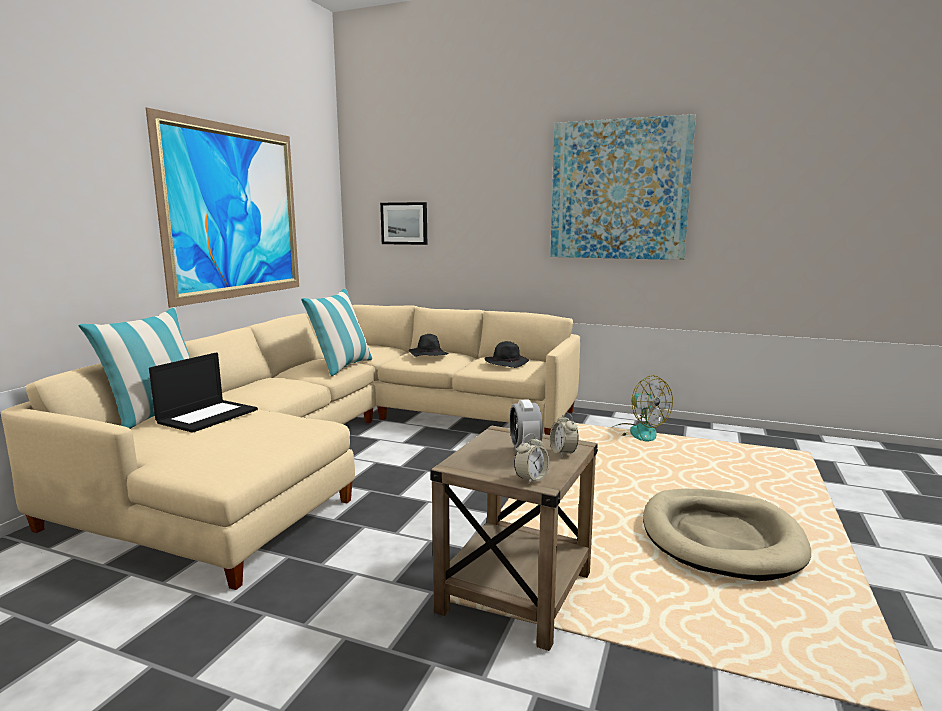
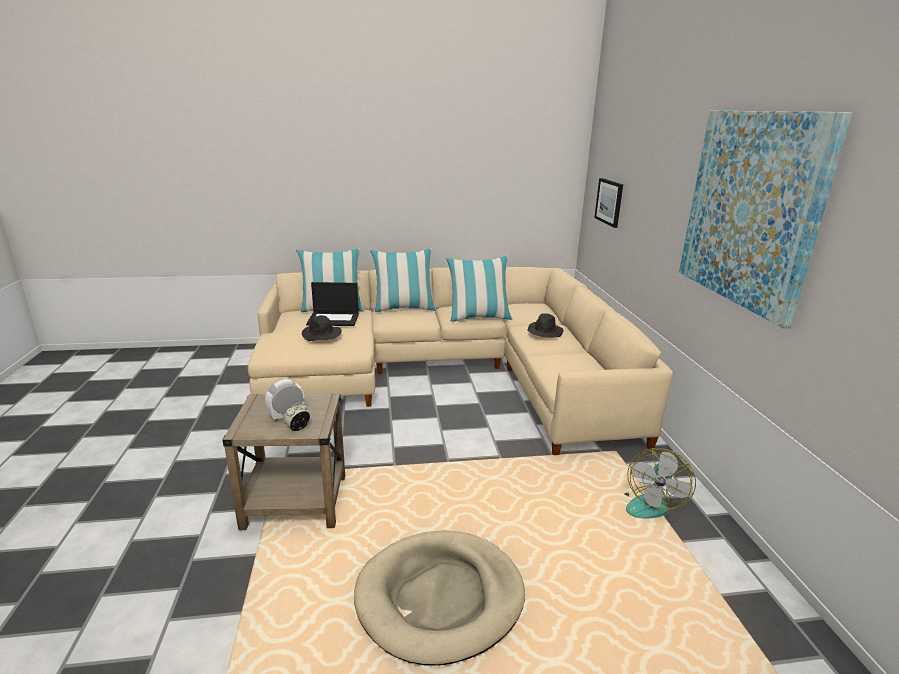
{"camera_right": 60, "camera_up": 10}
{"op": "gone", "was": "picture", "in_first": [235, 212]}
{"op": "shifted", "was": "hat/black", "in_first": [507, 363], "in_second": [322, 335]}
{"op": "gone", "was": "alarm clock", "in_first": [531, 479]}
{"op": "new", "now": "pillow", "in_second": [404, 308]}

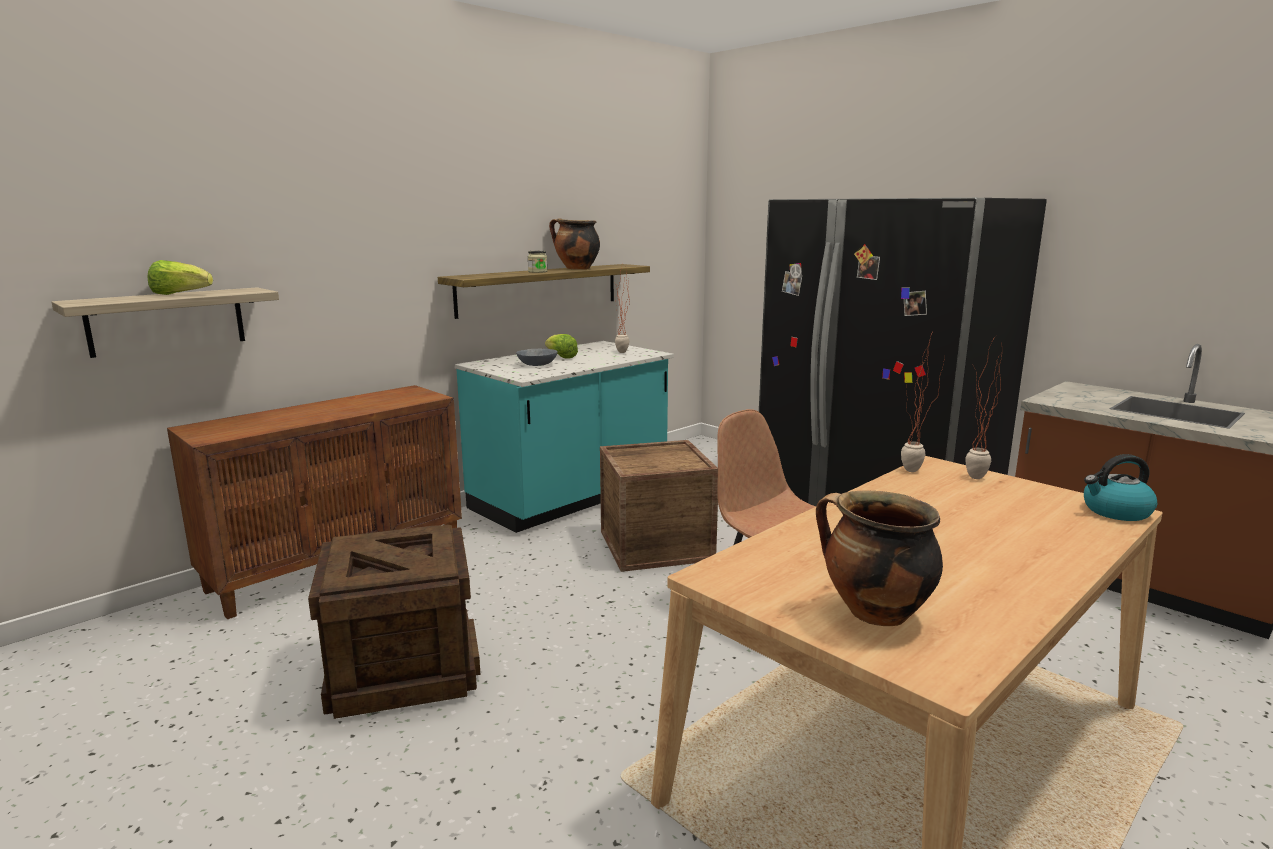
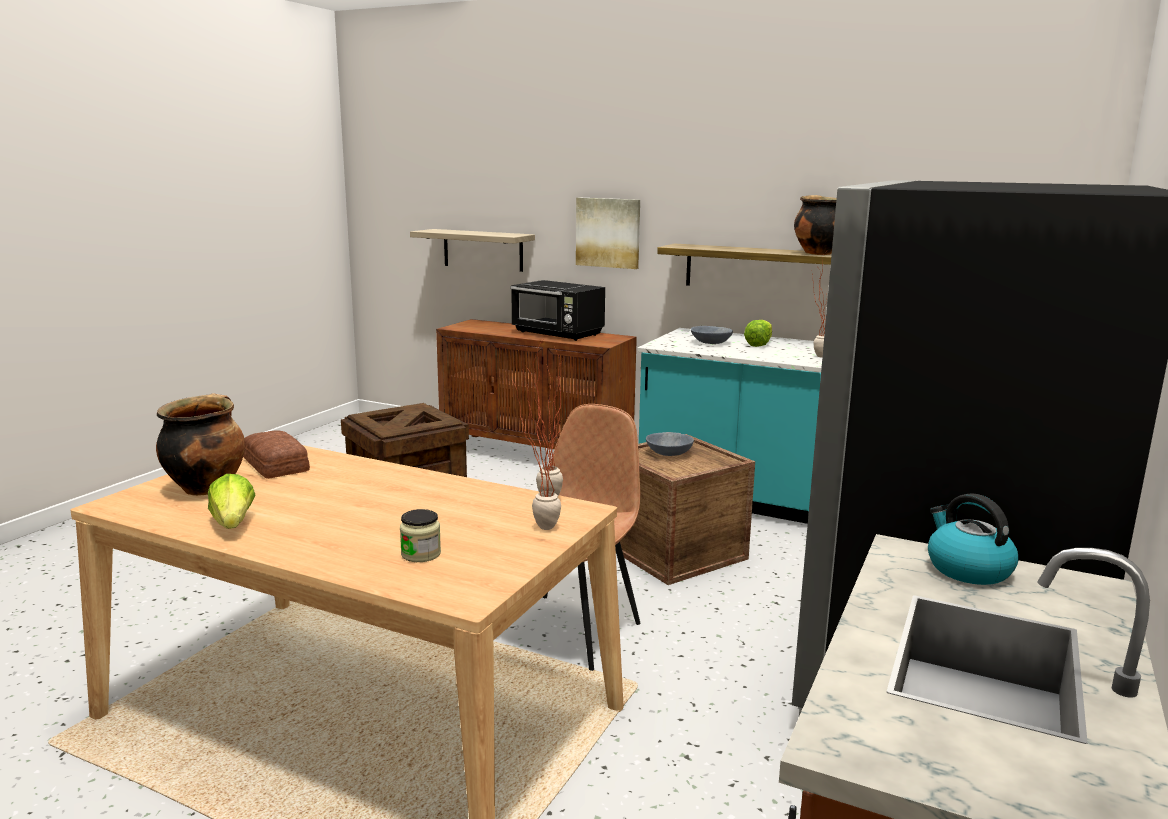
{"camera_right": 70, "camera_up": 0}
{"op": "shifted", "was": "lettuce", "in_first": [180, 294], "in_second": [233, 524]}
{"op": "shifted", "was": "jar", "in_first": [537, 272], "in_second": [421, 554]}
{"op": "shifted", "was": "kettle", "in_first": [1115, 512], "in_second": [967, 569]}
{"op": "new", "now": "bread", "in_second": [274, 465]}
{"op": "new", "now": "microwave/black", "in_second": [558, 334]}
{"op": "new", "now": "picture", "in_second": [608, 232]}
{"op": "new", "now": "bowl/grey", "in_second": [668, 453]}

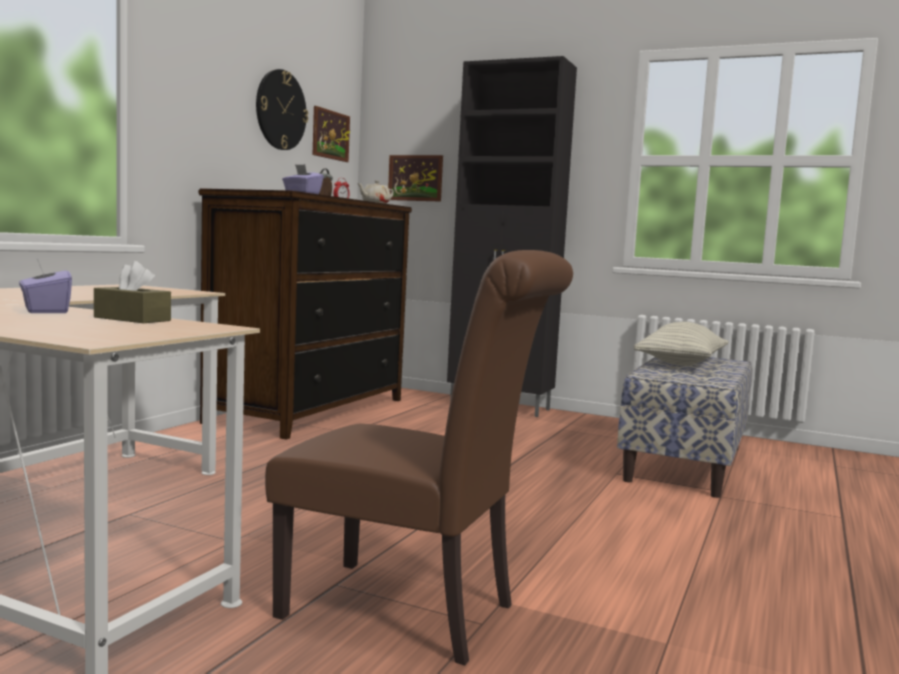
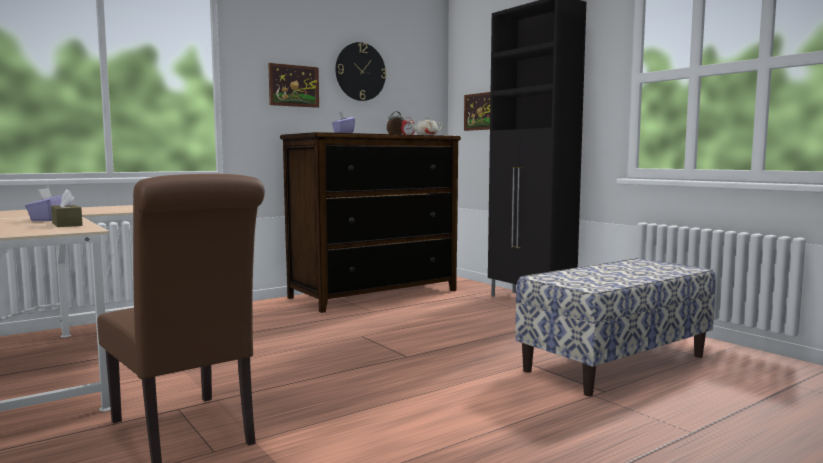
{"camera_right": 30, "camera_up": 0}
{"op": "shifted", "was": "picture", "in_first": [330, 135], "in_second": [294, 86]}
{"op": "gone", "was": "pillow", "in_first": [681, 363]}

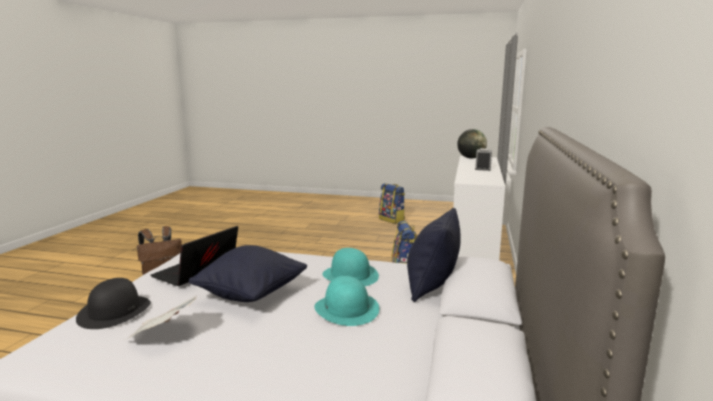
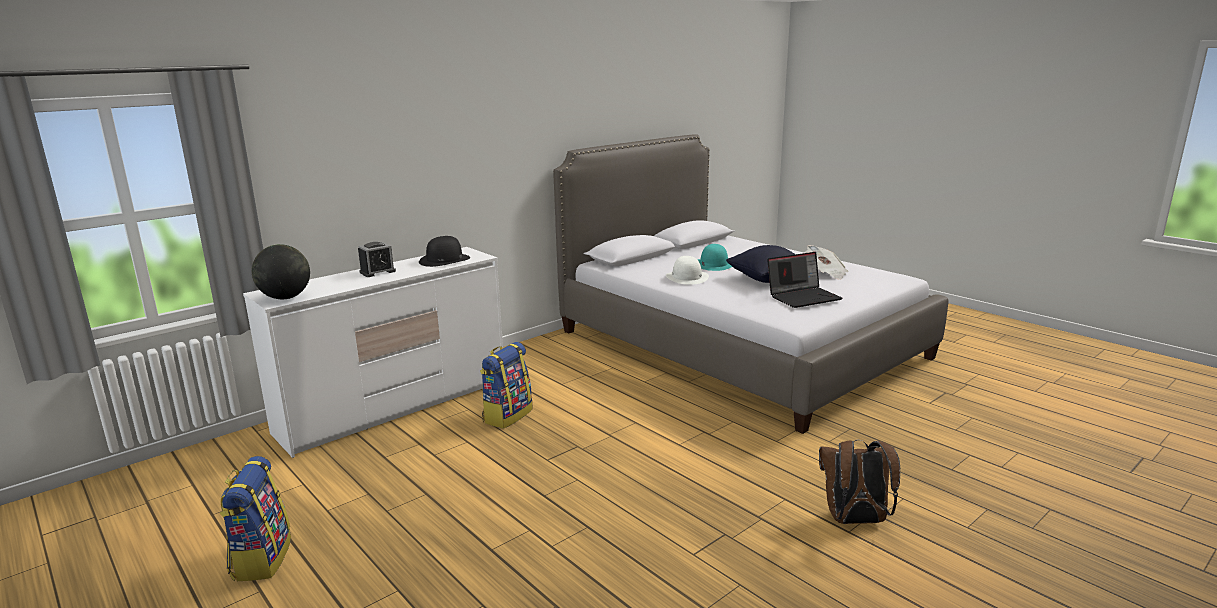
{"camera_right": -145, "camera_up": 5}
{"op": "shifted", "was": "hat/black", "in_first": [114, 311], "in_second": [444, 260]}
{"op": "repainted", "was": "hat/turquoise", "now": "hat/white", "in_first": [350, 275], "in_second": [687, 277]}
{"op": "gone", "was": "pillow/black", "in_first": [431, 286]}

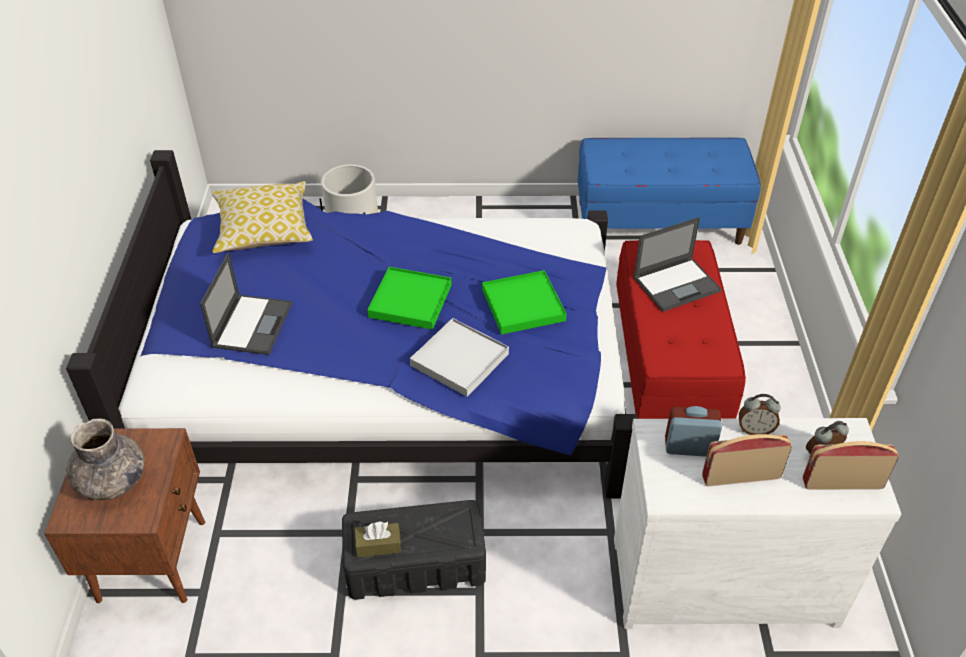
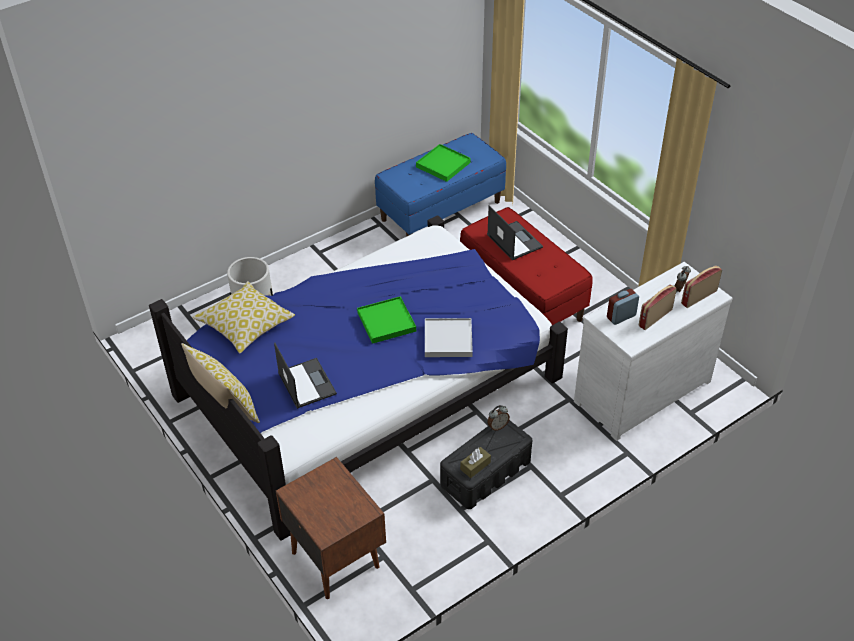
{"camera_right": -35, "camera_up": 0}
{"op": "gone", "was": "vase/grey", "in_first": [112, 481]}
{"op": "shifted", "was": "tray/green", "in_first": [523, 305], "in_second": [443, 165]}
{"op": "rotated", "was": "laptop", "in_first": [677, 284], "in_second": [514, 240], "clockwise": -60}
{"op": "shifted", "was": "alarm clock", "in_first": [754, 430], "in_second": [497, 426]}
{"op": "new", "now": "pillow", "in_second": [226, 407]}

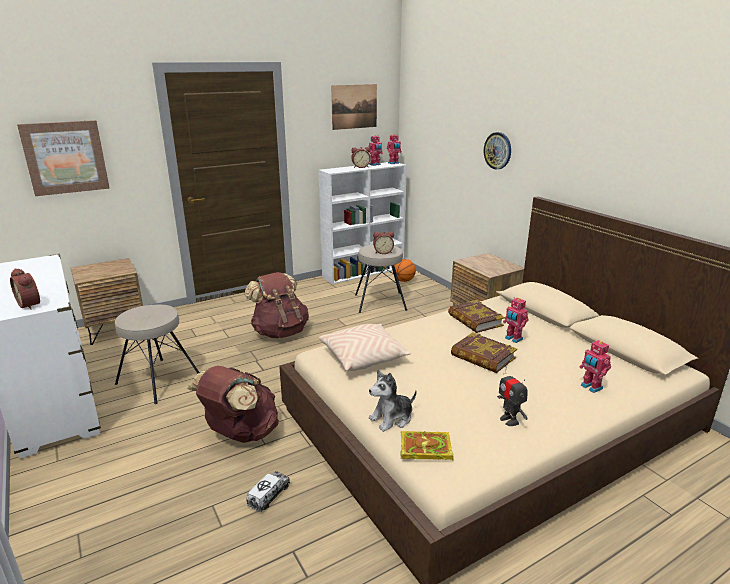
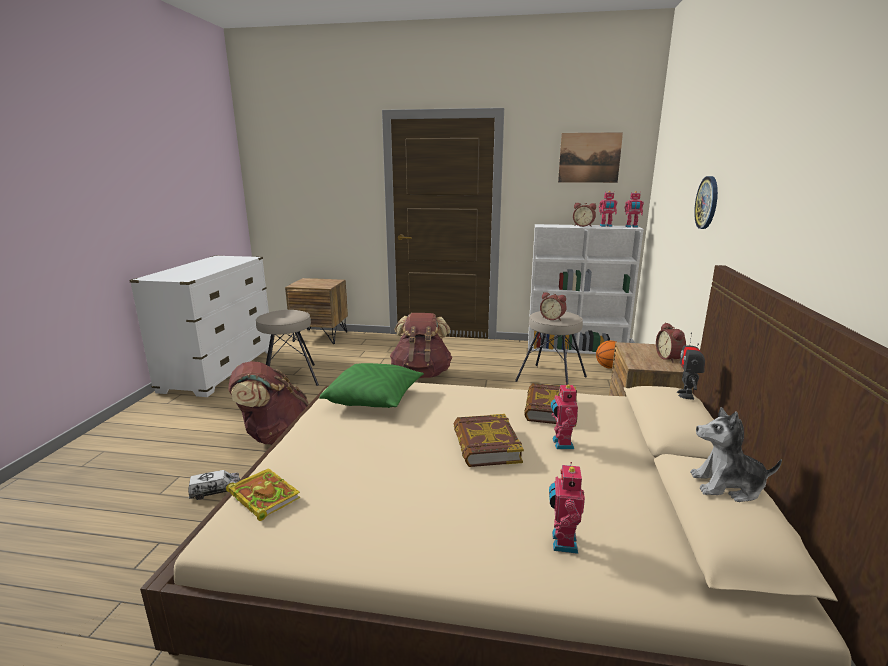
{"camera_right": 40, "camera_up": -5}
{"op": "shifted", "was": "alarm clock", "in_first": [31, 304], "in_second": [670, 358]}
{"op": "gone", "was": "picture", "in_first": [65, 157]}
{"op": "repainted", "was": "pillow/beige", "now": "pillow/green", "in_first": [364, 357], "in_second": [374, 398]}
{"op": "shifted", "was": "plush toy", "in_first": [392, 418], "in_second": [727, 486]}
{"op": "shifted", "was": "toy robot", "in_first": [509, 420], "in_second": [686, 395]}

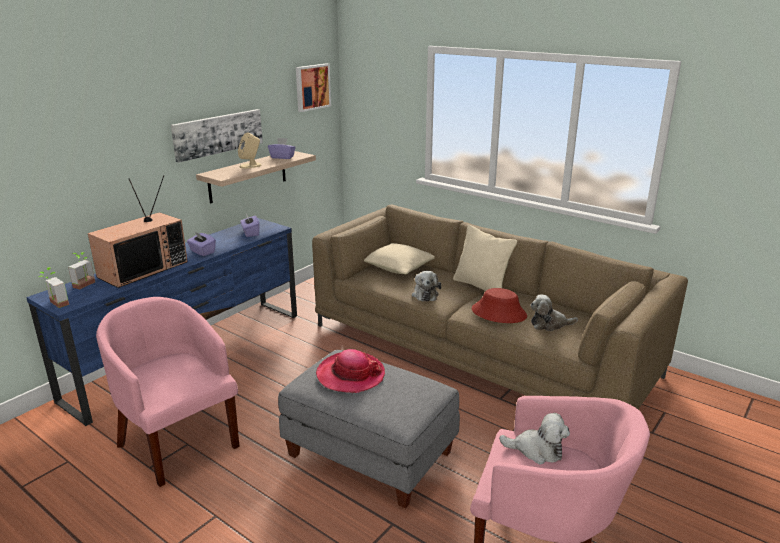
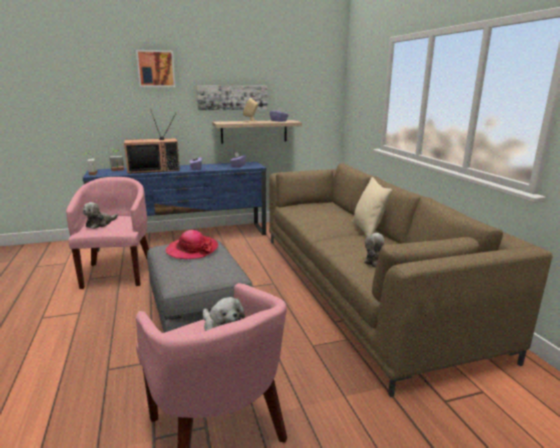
{"camera_right": 35, "camera_up": -5}
{"op": "shifted", "was": "picture", "in_first": [312, 87], "in_second": [156, 68]}
{"op": "gone", "was": "pillow/beige", "in_first": [399, 267]}
{"op": "shifted", "was": "plush toy", "in_first": [425, 294], "in_second": [100, 224]}
{"op": "gone", "was": "hat/red", "in_first": [499, 313]}

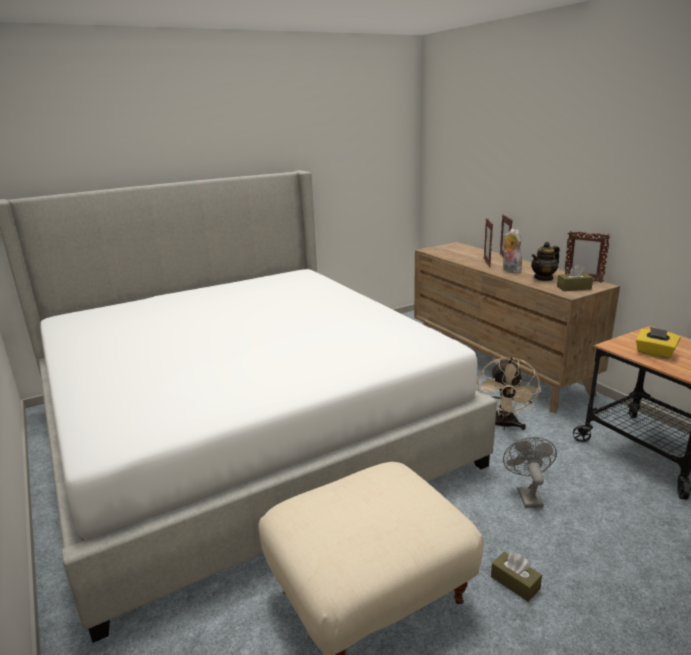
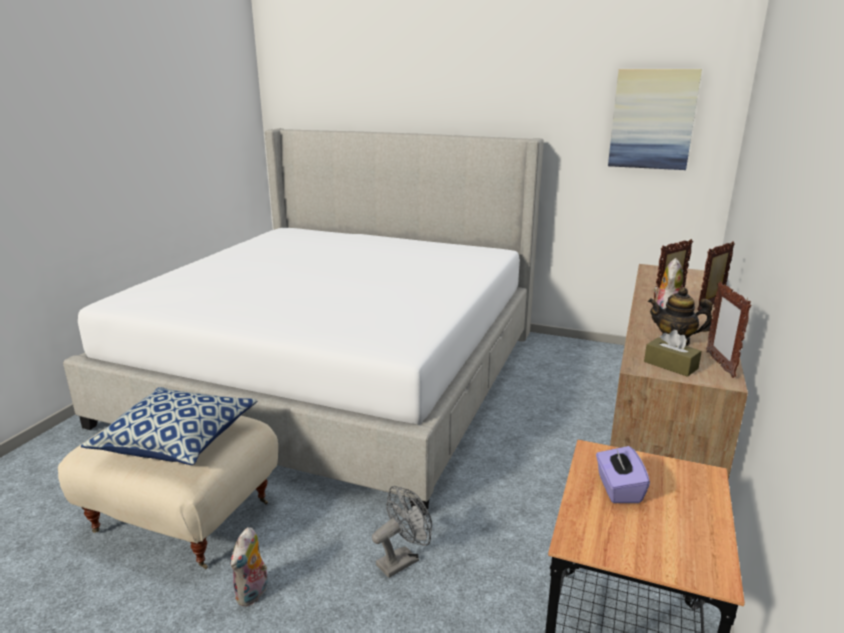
{"camera_right": 50, "camera_up": 0}
{"op": "gone", "was": "fan/beige", "in_first": [503, 425]}
{"op": "swapped", "was": "tissue box/brown", "now": "plush toy", "in_first": [515, 582], "in_second": [253, 594]}
{"op": "repainted", "was": "tissue box/yellow", "now": "tissue box/purple", "in_first": [654, 353], "in_second": [618, 489]}
{"op": "new", "now": "pillow", "in_second": [178, 441]}
{"op": "new", "now": "picture", "in_second": [652, 119]}

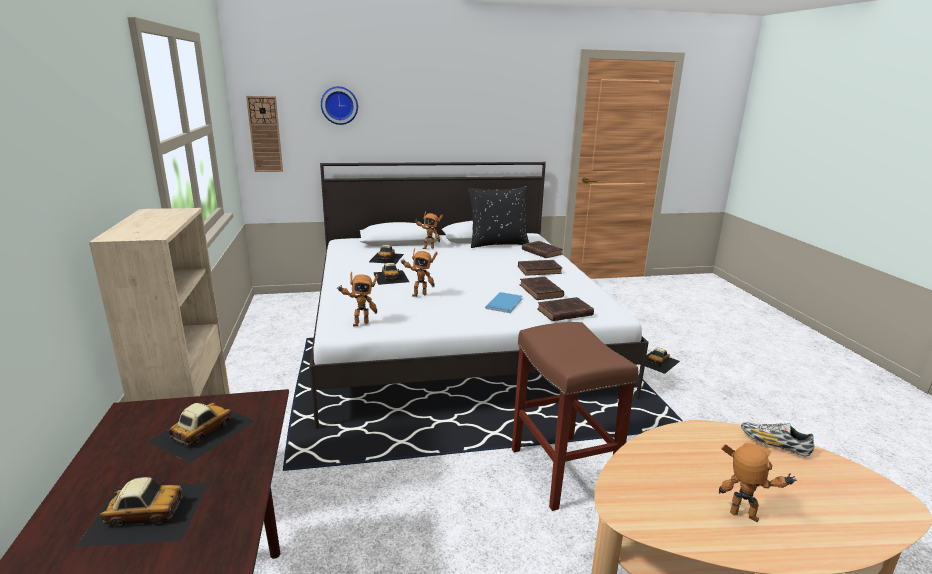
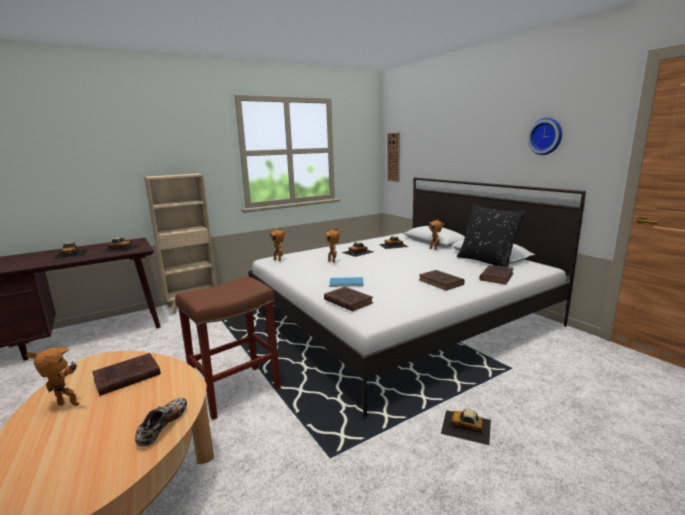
{"camera_right": 70, "camera_up": -5}
{"op": "shifted", "was": "wall clock", "in_first": [339, 105], "in_second": [546, 136]}
{"op": "shifted", "was": "book/brown", "in_first": [541, 291], "in_second": [125, 377]}
{"op": "rotated", "was": "toy robot", "in_first": [744, 519], "in_second": [67, 406], "clockwise": -90}

